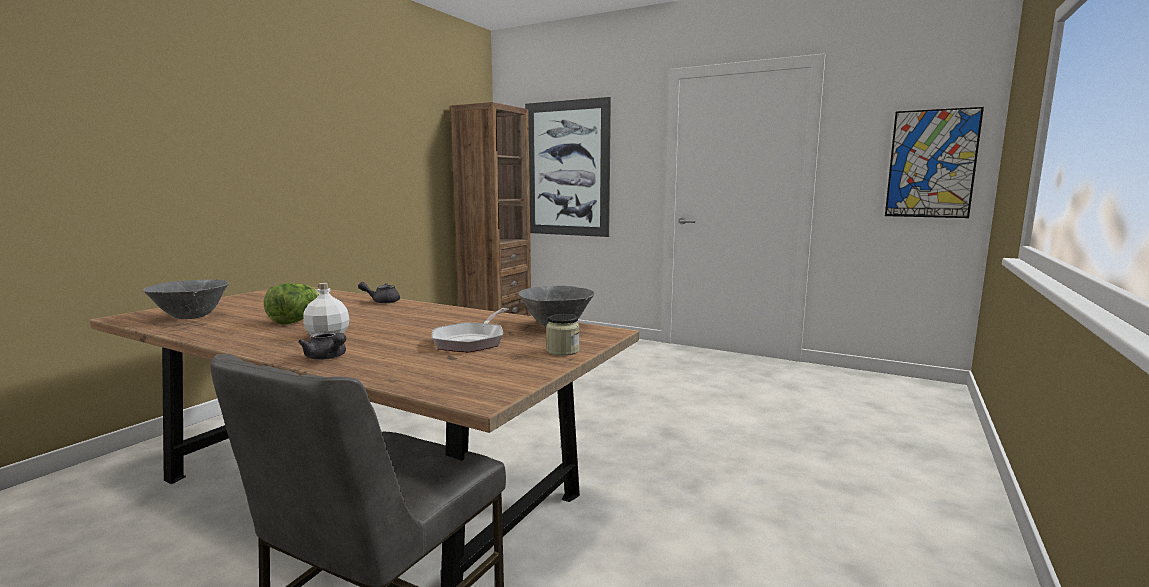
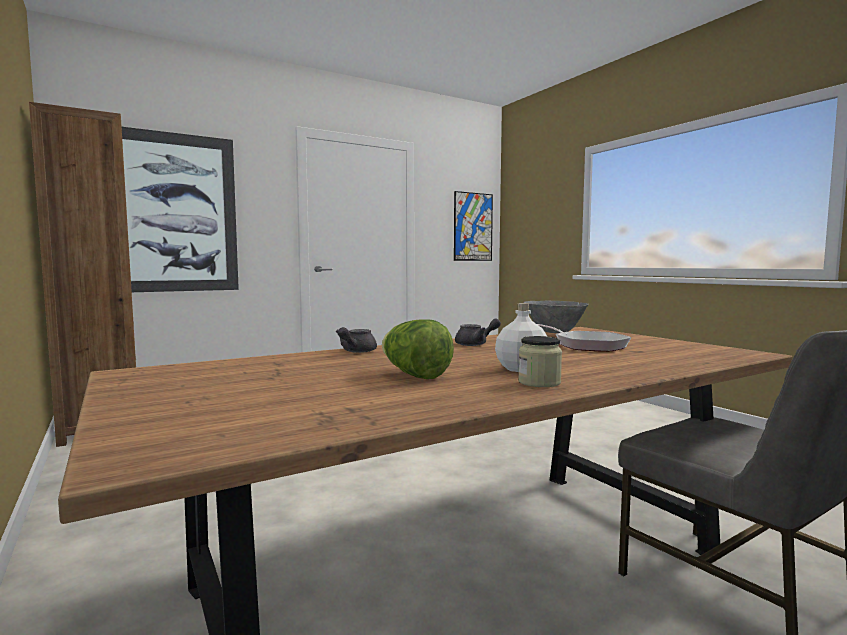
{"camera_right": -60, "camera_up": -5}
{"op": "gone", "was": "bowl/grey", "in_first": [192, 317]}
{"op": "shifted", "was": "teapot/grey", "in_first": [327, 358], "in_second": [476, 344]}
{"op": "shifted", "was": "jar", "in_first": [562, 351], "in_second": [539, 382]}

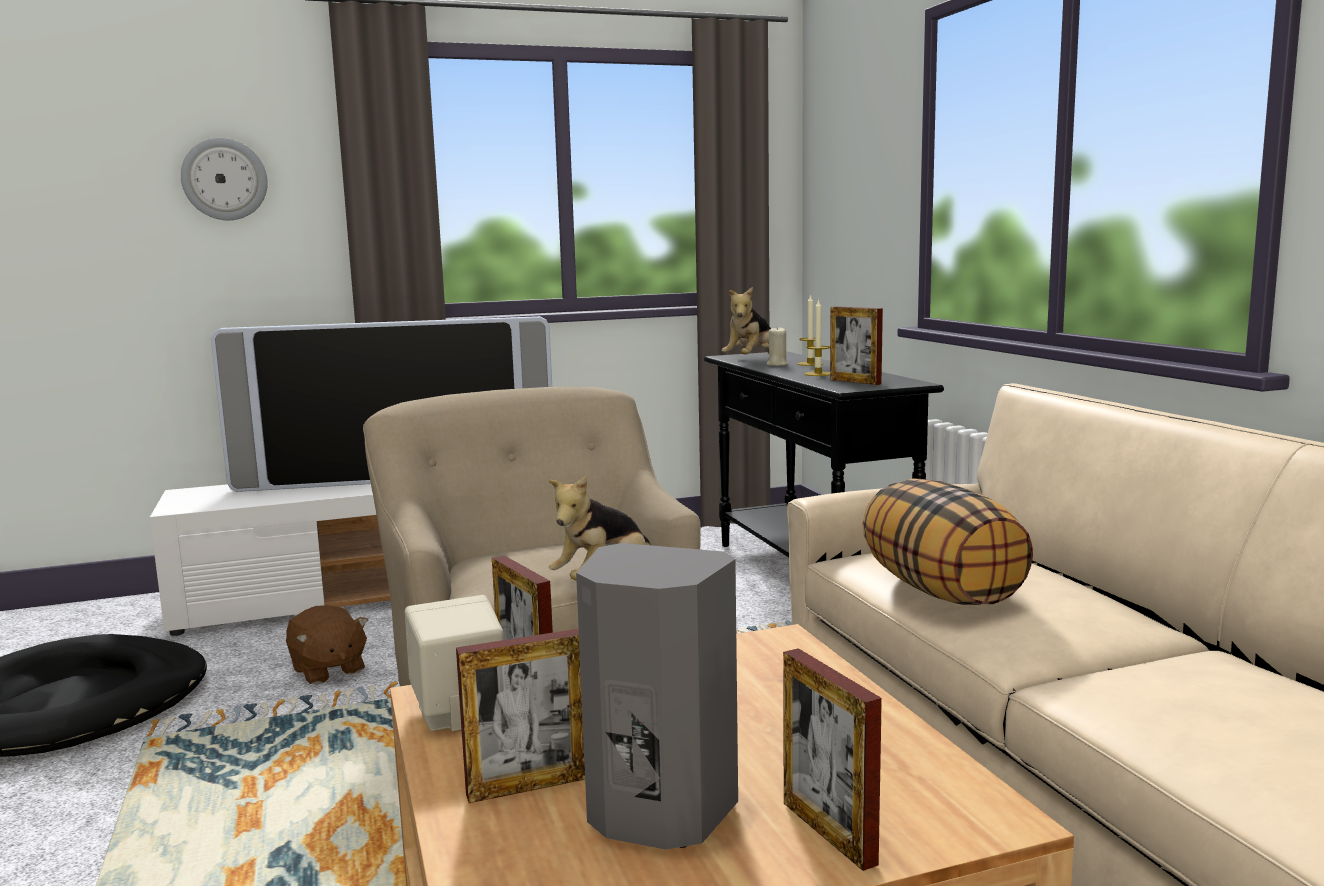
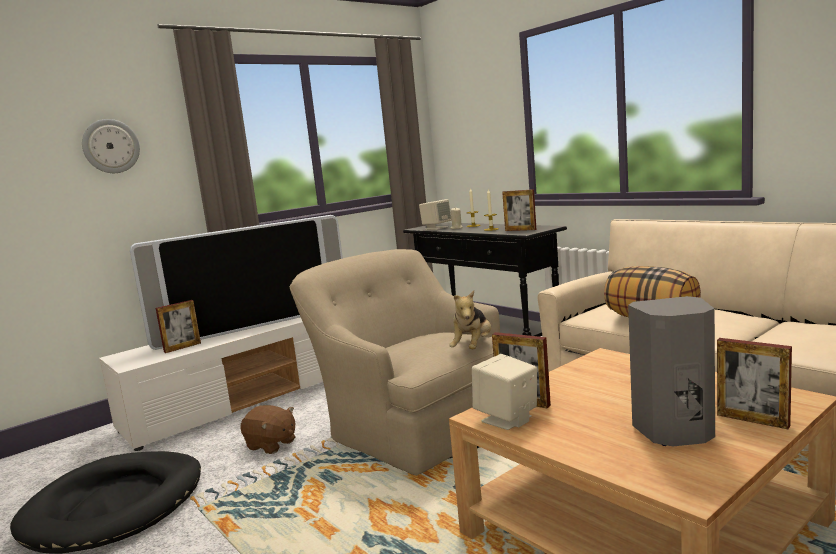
{"camera_right": -20, "camera_up": 0}
{"op": "shifted", "was": "picture frame", "in_first": [528, 786], "in_second": [182, 347]}
{"op": "swapped", "was": "plush toy", "now": "speaker/beige", "in_first": [751, 360], "in_second": [436, 228]}

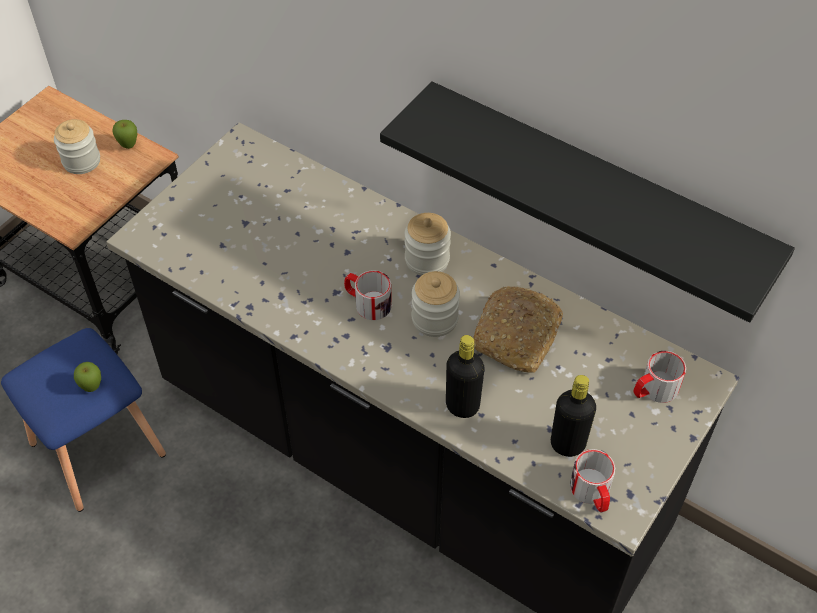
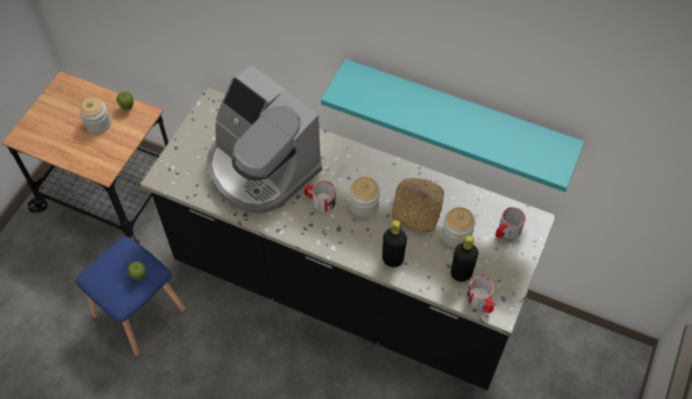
{"camera_right": -10, "camera_up": 5}
{"op": "repainted", "was": "shelf/black", "now": "shelf/turquoise", "in_first": [595, 191], "in_second": [458, 116]}
{"op": "shifted", "was": "jar", "in_first": [427, 260], "in_second": [456, 235]}
{"op": "new", "now": "coffee machine", "in_second": [261, 168]}

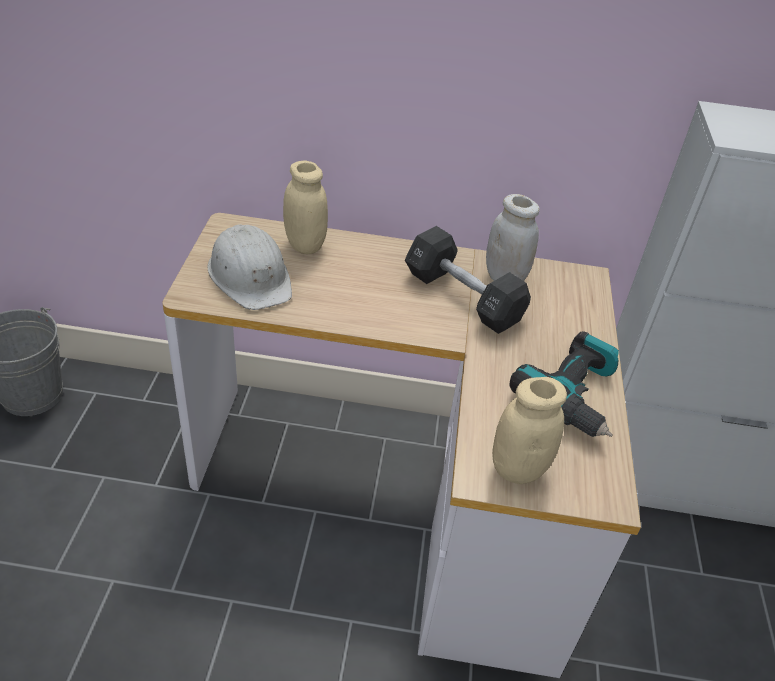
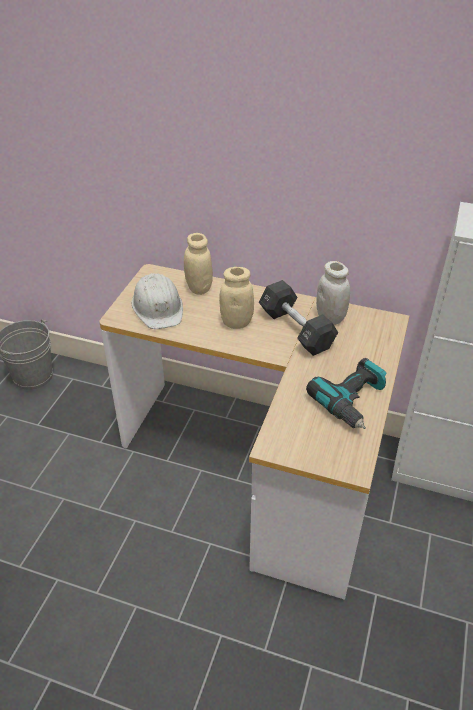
{"camera_right": 15, "camera_up": 0}
{"op": "shifted", "was": "jar/beige", "in_first": [518, 469], "in_second": [236, 322]}

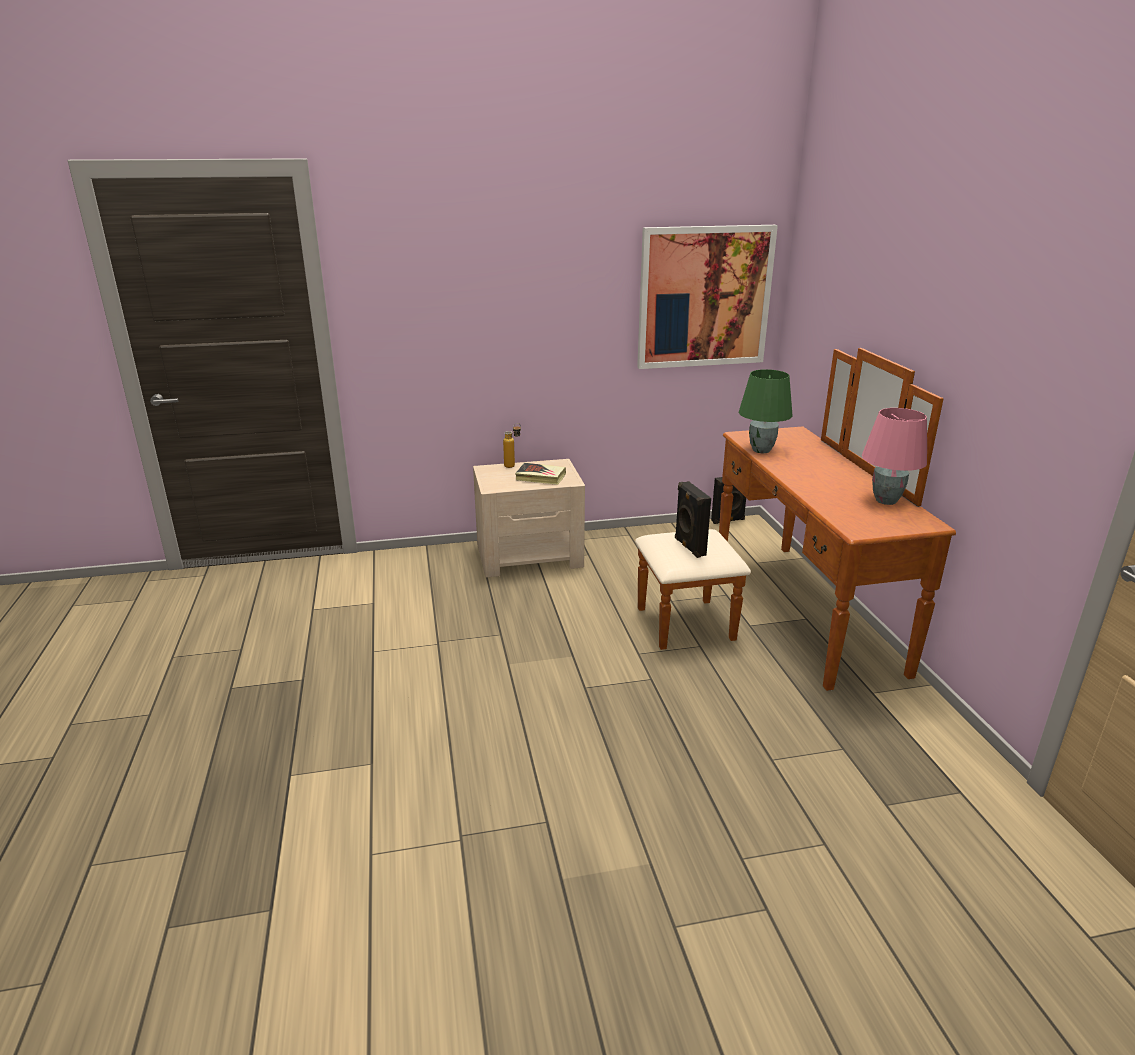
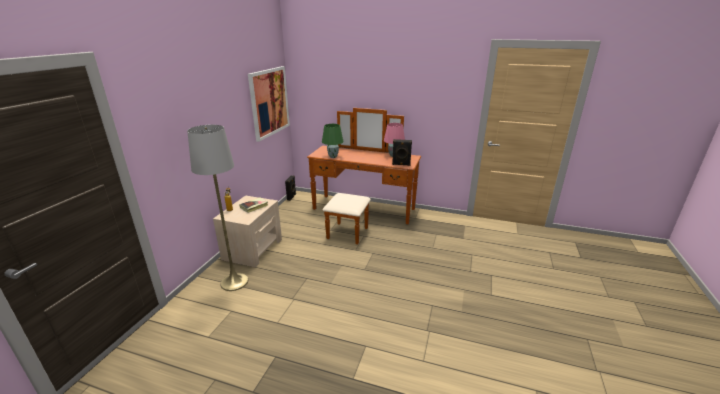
{"camera_right": -60, "camera_up": 0}
{"op": "shifted", "was": "speaker/black", "in_first": [689, 547], "in_second": [401, 164]}
{"op": "new", "now": "floor lamp/grey", "in_second": [234, 282]}

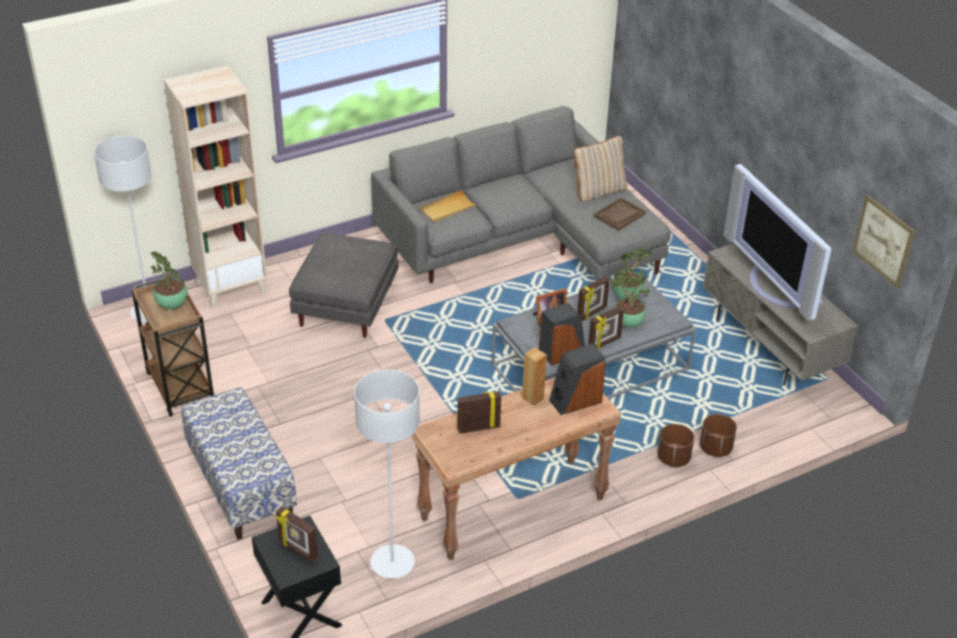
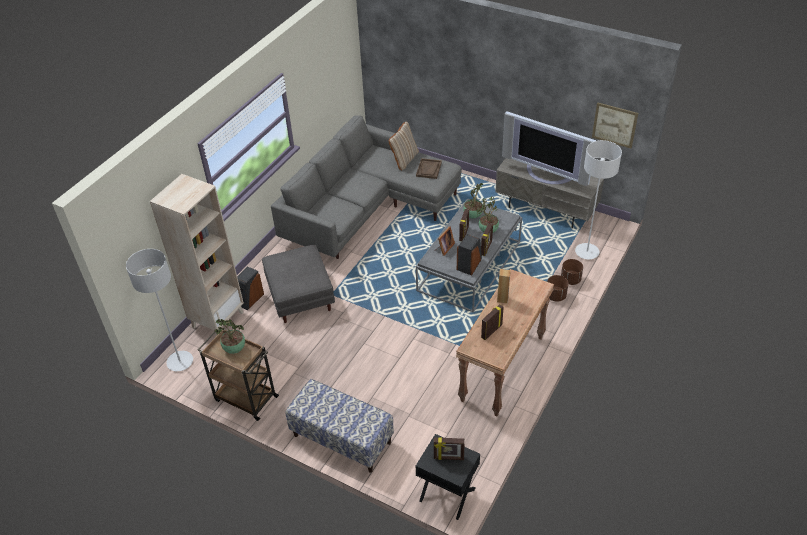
{"camera_right": -30, "camera_up": 5}
{"op": "shifted", "was": "floor lamp/grey", "in_first": [392, 563], "in_second": [587, 252]}
{"op": "gone", "was": "tray/beige", "in_first": [448, 209]}
{"op": "shifted", "was": "speaker", "in_first": [575, 400], "in_second": [250, 299]}

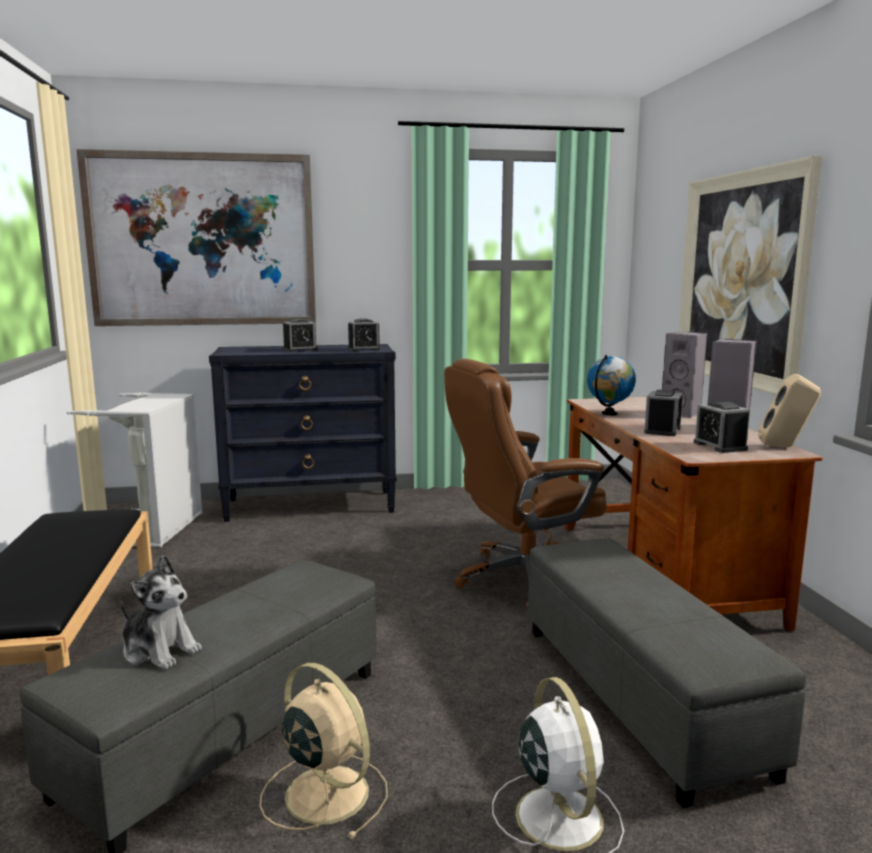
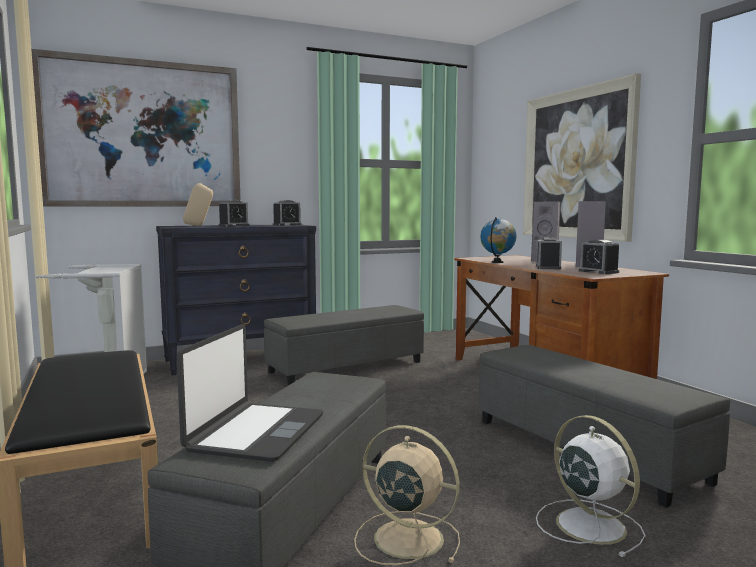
{"camera_right": -15, "camera_up": -5}
{"op": "swapped", "was": "plush toy", "now": "laptop", "in_first": [160, 650], "in_second": [255, 433]}
{"op": "gone", "was": "office chair/brown", "in_first": [522, 579]}
{"op": "shifted", "was": "speaker/beige", "in_first": [785, 447], "in_second": [199, 225]}
{"op": "new", "now": "ottoman/grey", "in_second": [346, 367]}

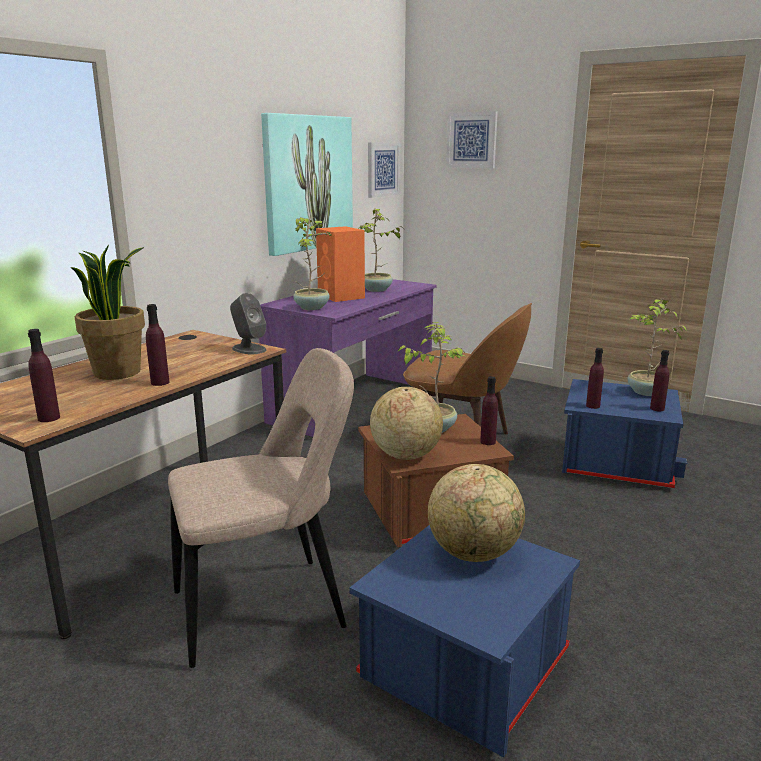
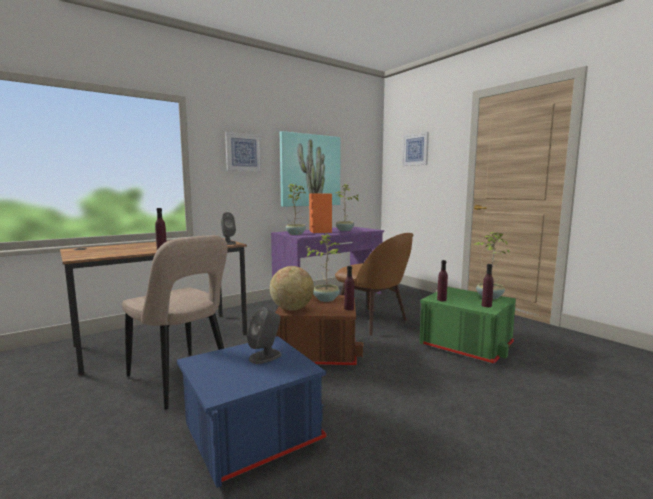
{"camera_right": 20, "camera_up": -10}
{"op": "gone", "was": "bottle/purple", "in_first": [49, 418]}
{"op": "gone", "was": "potted plant", "in_first": [118, 372]}
{"op": "rotated", "was": "chair/beige", "in_first": [267, 608], "in_second": [181, 381], "clockwise": 45}
{"op": "shifted", "was": "picture", "in_first": [382, 169], "in_second": [243, 152]}
{"op": "swapped", "was": "globe", "now": "speaker/grey", "in_first": [474, 553], "in_second": [265, 356]}
{"op": "repainted", "was": "storage box/blue", "now": "storage box/green", "in_first": [615, 462], "in_second": [466, 344]}

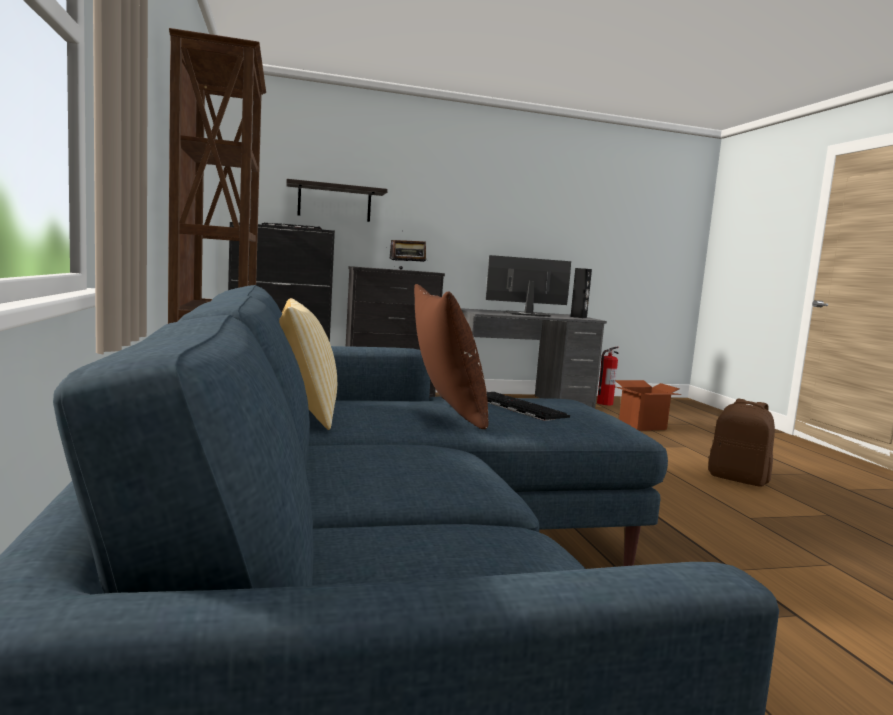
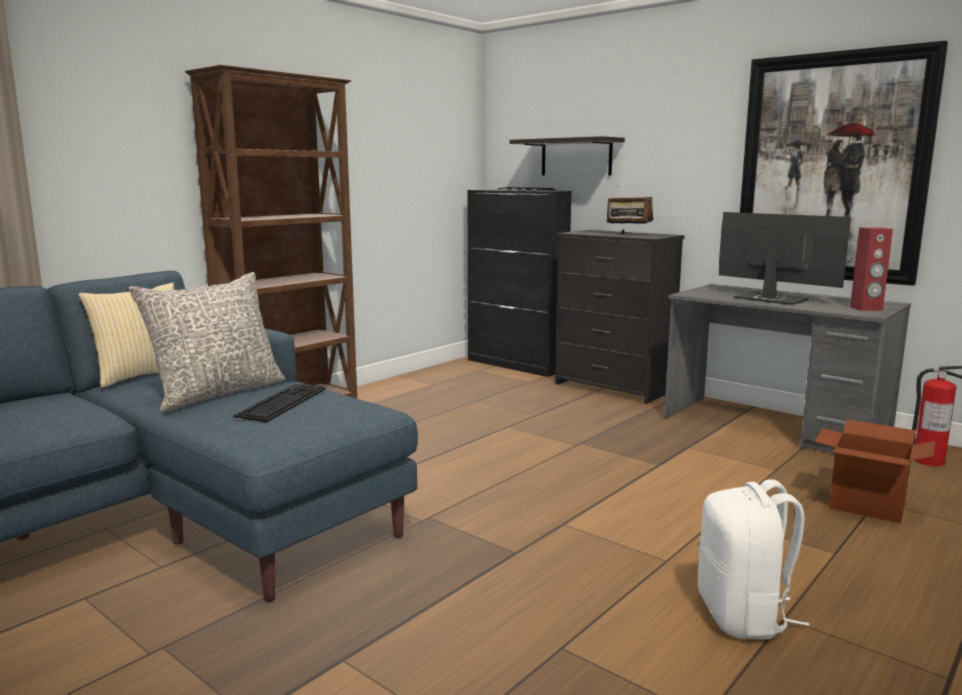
{"camera_right": 55, "camera_up": 5}
{"op": "repainted", "was": "pillow/brown", "now": "pillow/grey", "in_first": [444, 411], "in_second": [217, 393]}
{"op": "repainted", "was": "speaker/black", "now": "speaker/red", "in_first": [578, 317], "in_second": [866, 308]}
{"op": "repainted", "was": "backpack/brown", "now": "backpack/white", "in_first": [738, 479], "in_second": [743, 616]}
{"op": "new", "now": "picture", "in_second": [832, 168]}

